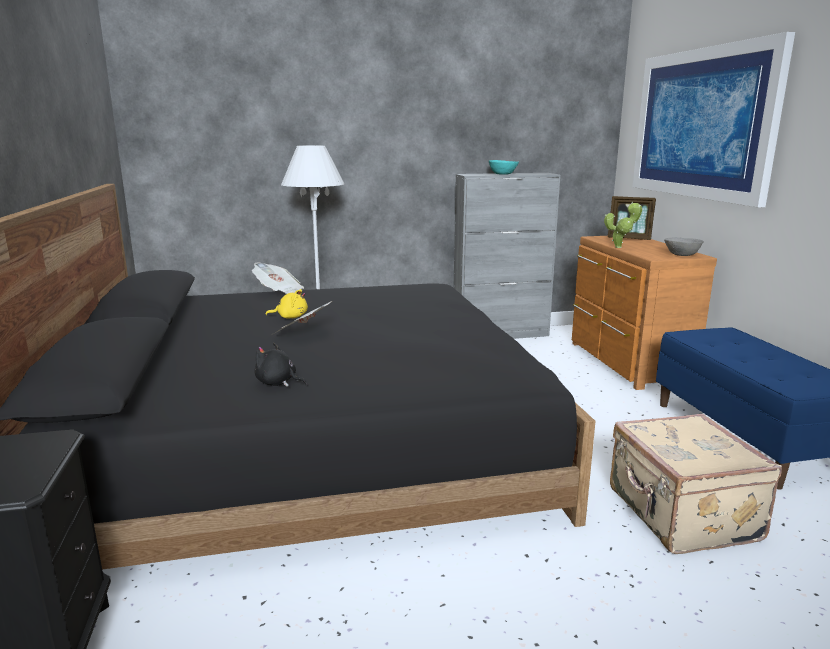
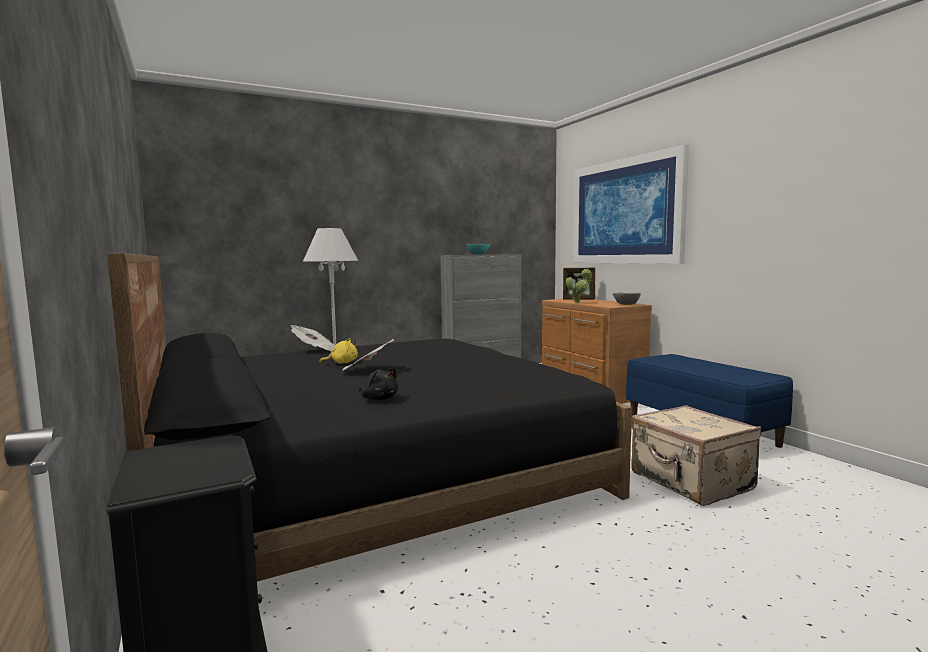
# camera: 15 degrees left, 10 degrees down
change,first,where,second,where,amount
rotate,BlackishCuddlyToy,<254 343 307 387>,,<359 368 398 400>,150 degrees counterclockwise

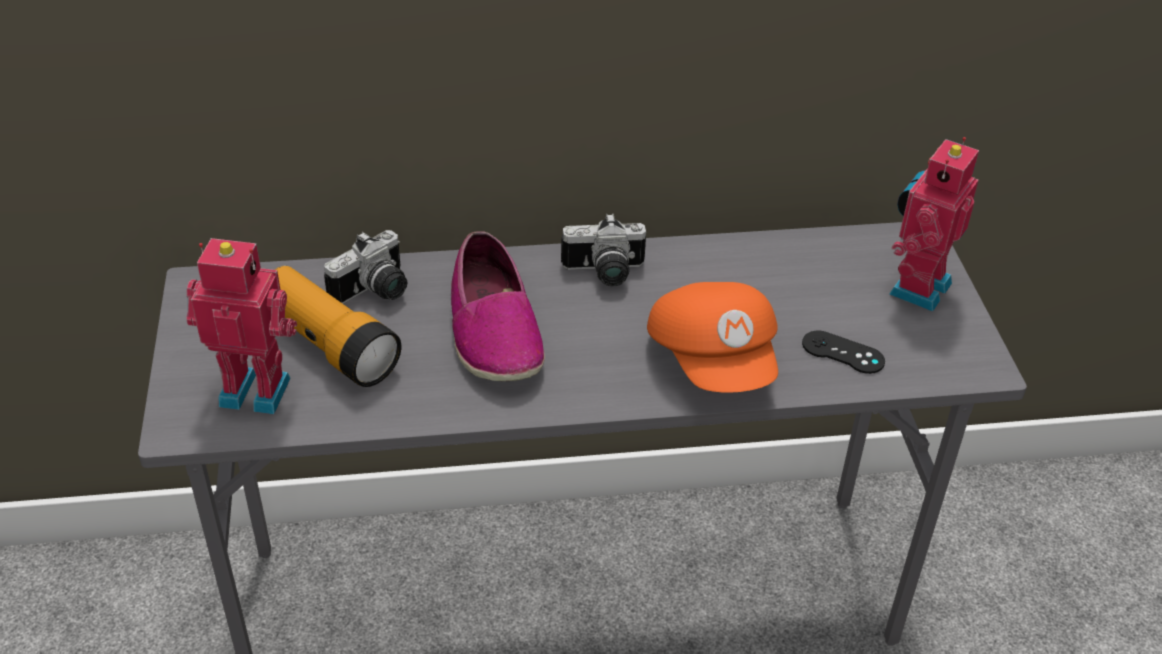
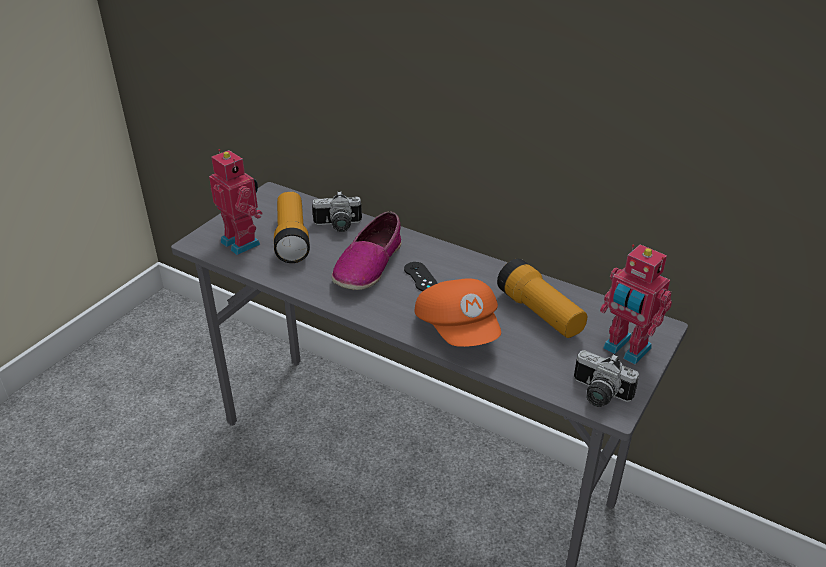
# camera: 40 degrees right, 5 degrees down
change,first,where,second,where,amount
move,BlackishJoypad,<802 331 885 374>,,<404 262 438 291>,
rotate,OrangePeakedCap,<647 282 778 393>,,<415 278 501 347>,45 degrees counterclockwise
insert,,,HandTorch,<497 259 587 338>,
move,PhotoCamera,<561 214 646 287>,,<574 350 639 407>,
rotate,ModelRobot,<889 137 979 311>,,<600 244 672 365>,120 degrees counterclockwise

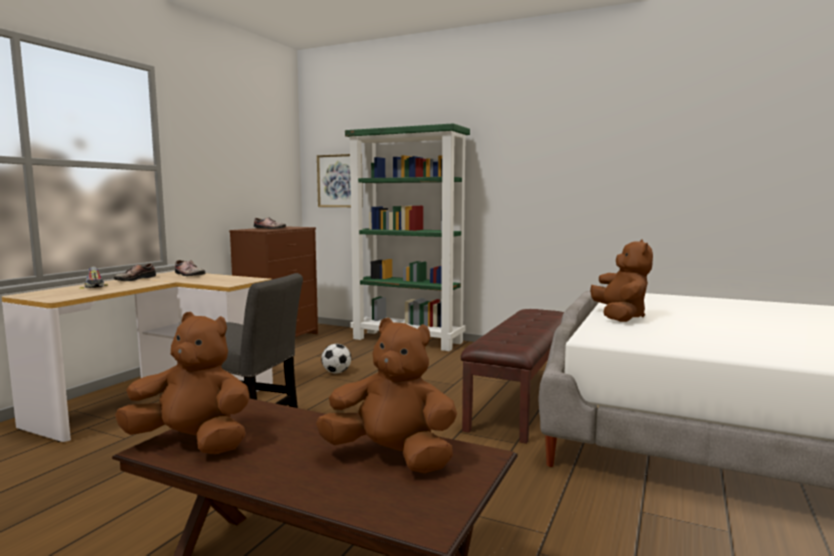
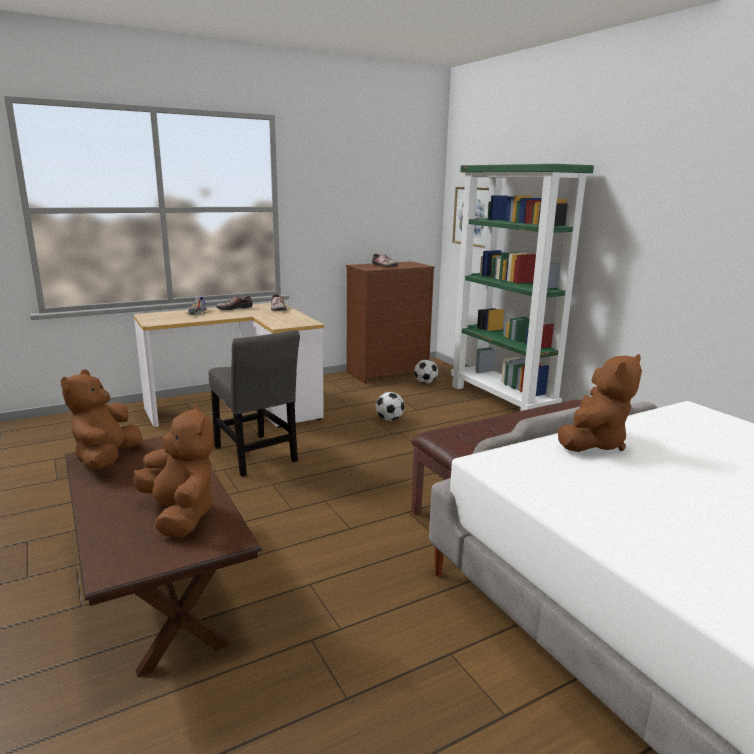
# camera: 35 degrees right, 10 degrees up
change,first,where,second,where,amount
rotate,BrownishCuddlyToy,<115 312 250 454>,,<61 370 143 469>,135 degrees counterclockwise
insert,,,FootballBall,<414 359 438 384>,

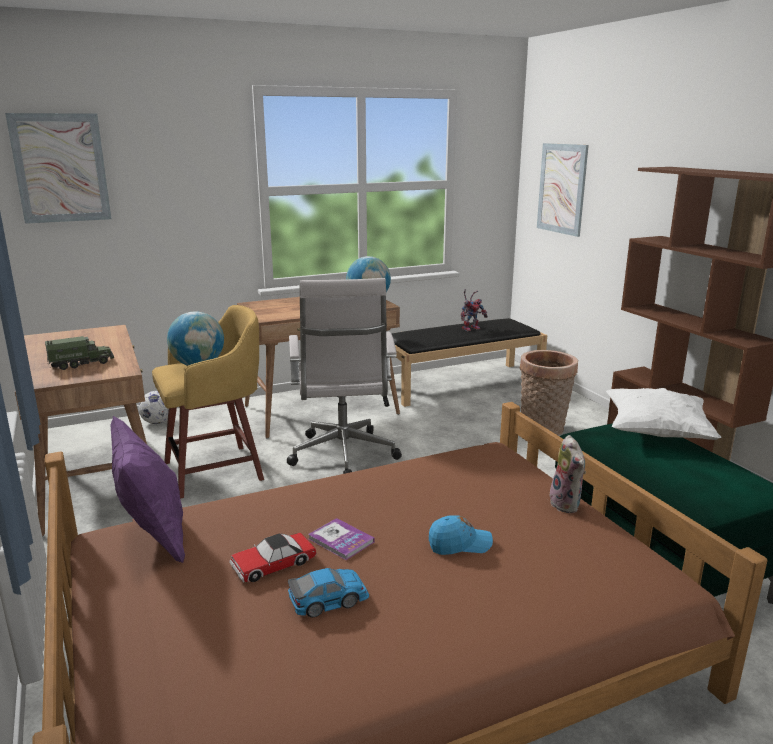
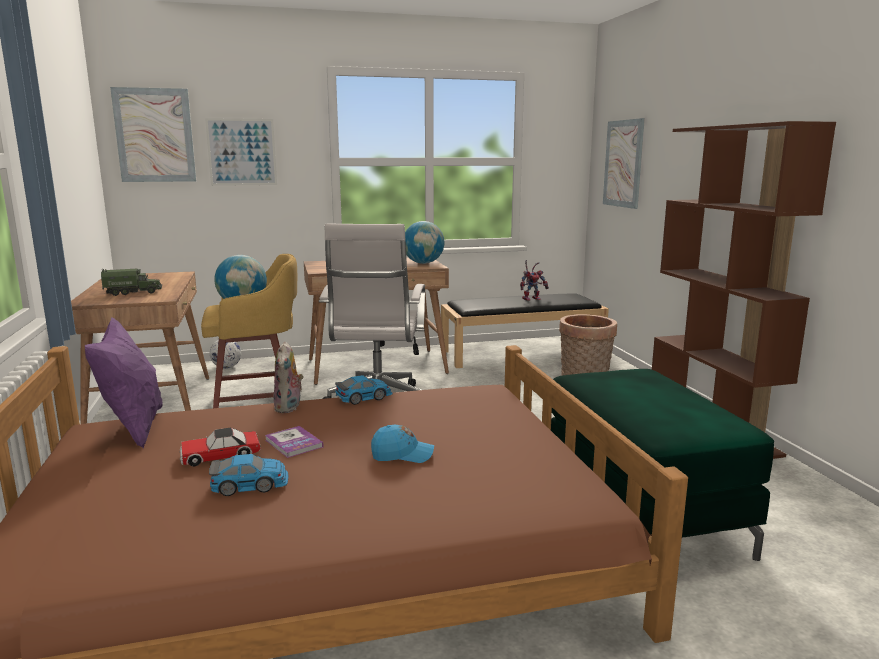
# camera: 10 degrees right, 5 degrees down
change,first,where,second,where,amount
insert,,,WallArt,<205 118 277 186>,
move,CuddlyToy,<550 435 586 513>,,<274 341 304 413>,
insert,,,ModelCar,<335 375 393 405>,
delete,WhiteColouredCushion,<606 388 722 440>,,,

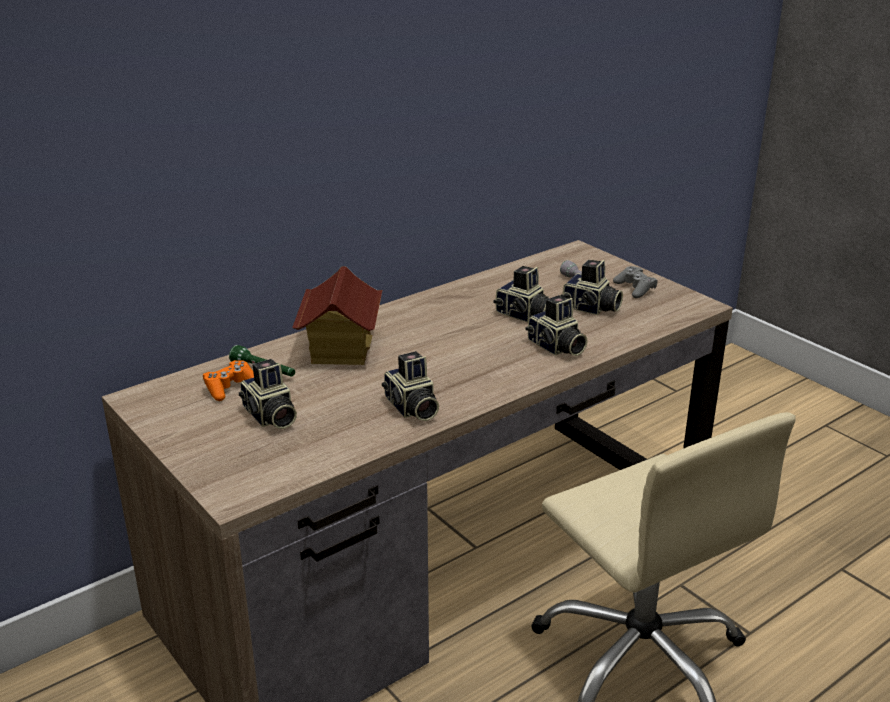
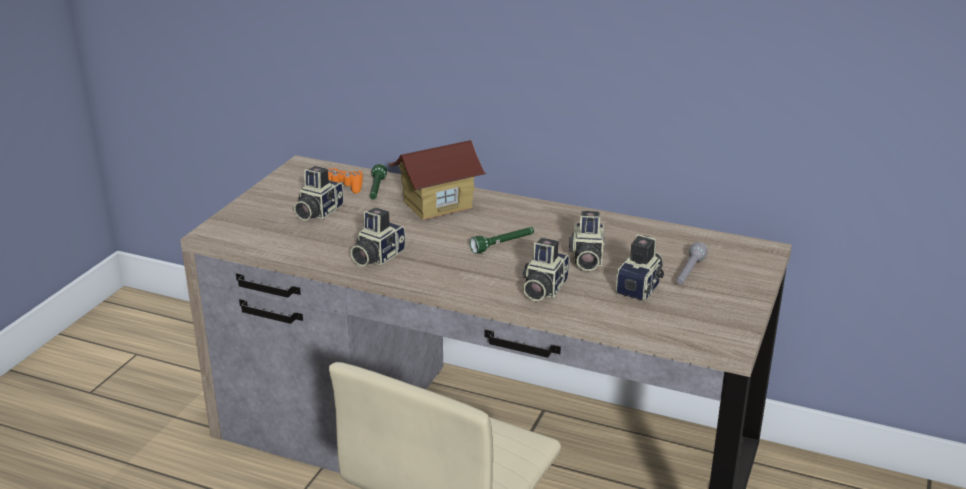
# camera: 60 degrees right, 0 degrees up
change,first,where,second,where,amount
insert,,,GreenHandTorch,<470 227 534 254>,
rotate,PhotoCamera,<561 260 623 315>,,<616 234 664 301>,150 degrees counterclockwise
delete,GreyJoypad,<613 266 657 298>,,,

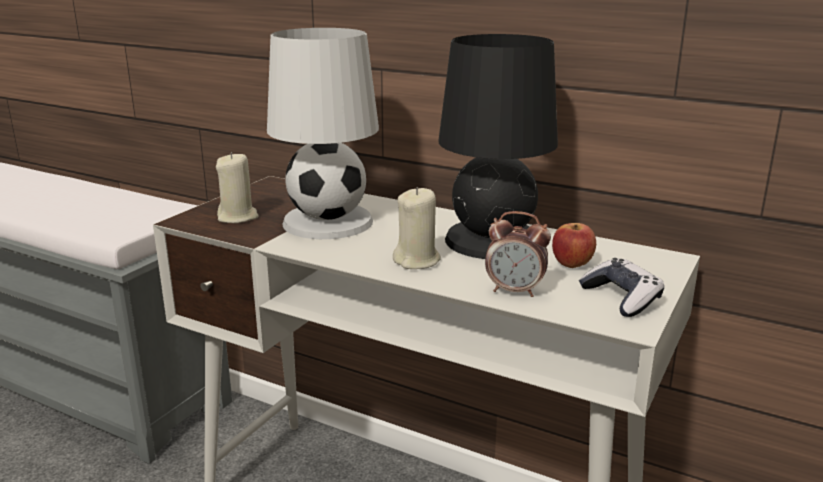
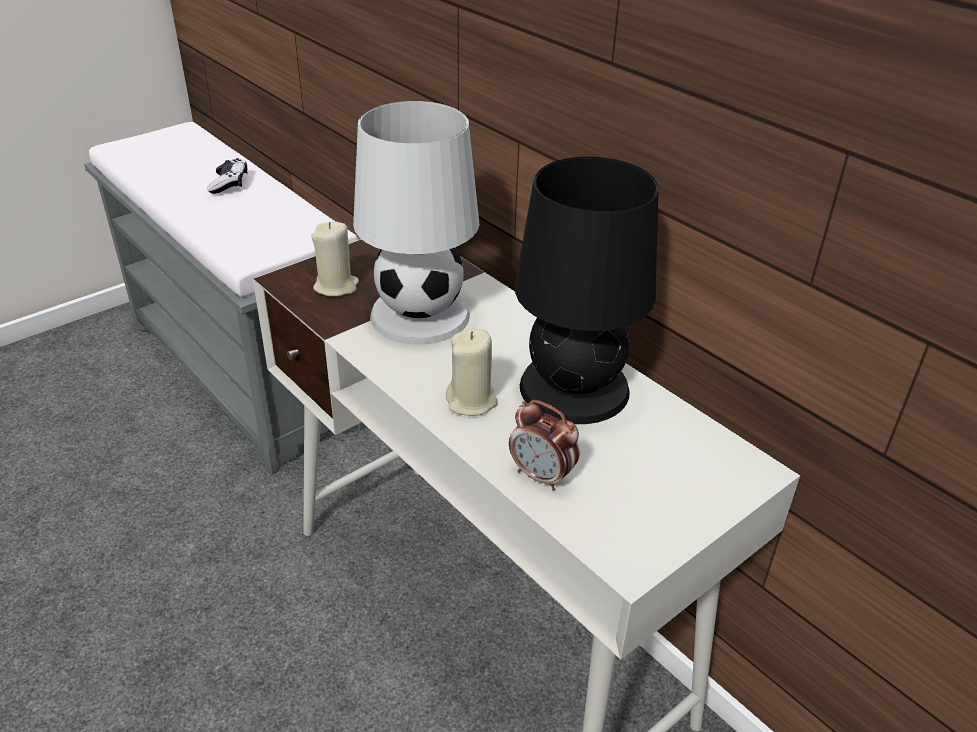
# camera: 20 degrees right, 15 degrees up
change,first,where,second,where,amount
move,Joypad,<579 258 664 317>,,<207 158 247 194>,
delete,WholeApple,<552 223 596 268>,,,

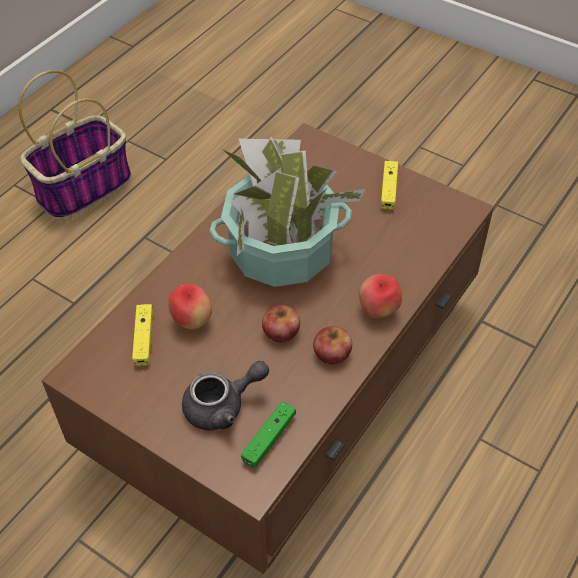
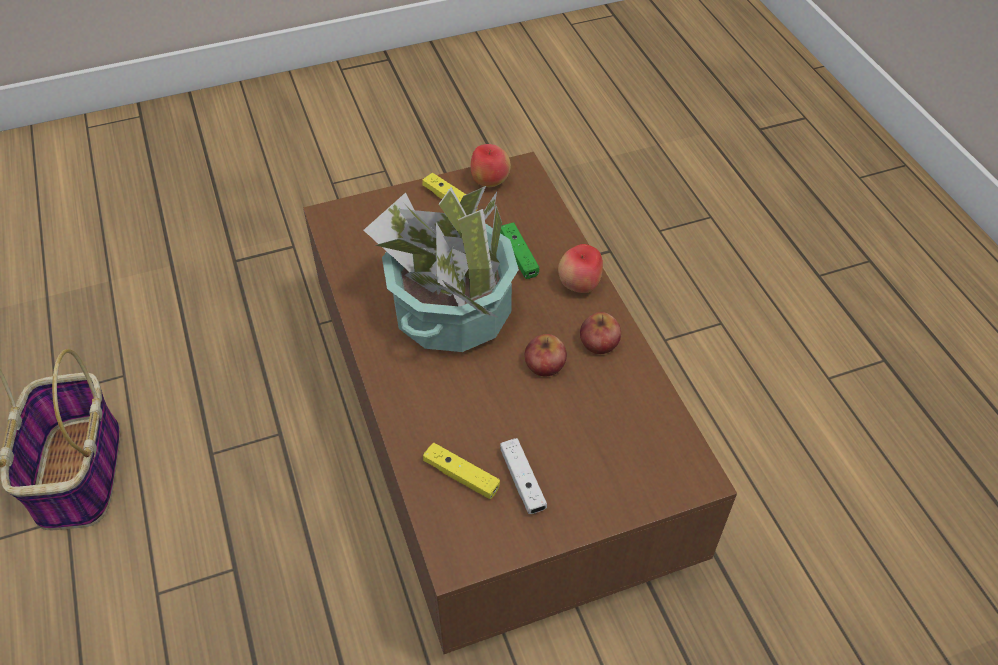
# camera: 55 degrees left, 0 degrees up
change,first,where,second,where,amount
move,WholeApple,<168 283 212 329>,,<471 144 511 187>,
move,GreenJoypad,<241 402 296 468>,,<500 222 539 279>,
insert,,,WhiteColouredJoypad,<500 438 547 514>,
delete,GreyTeaPot,<182 361 269 430>,,,

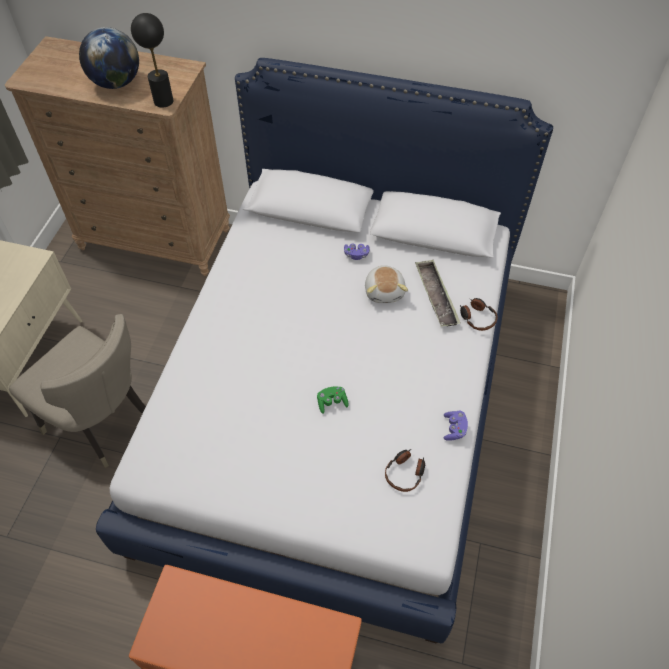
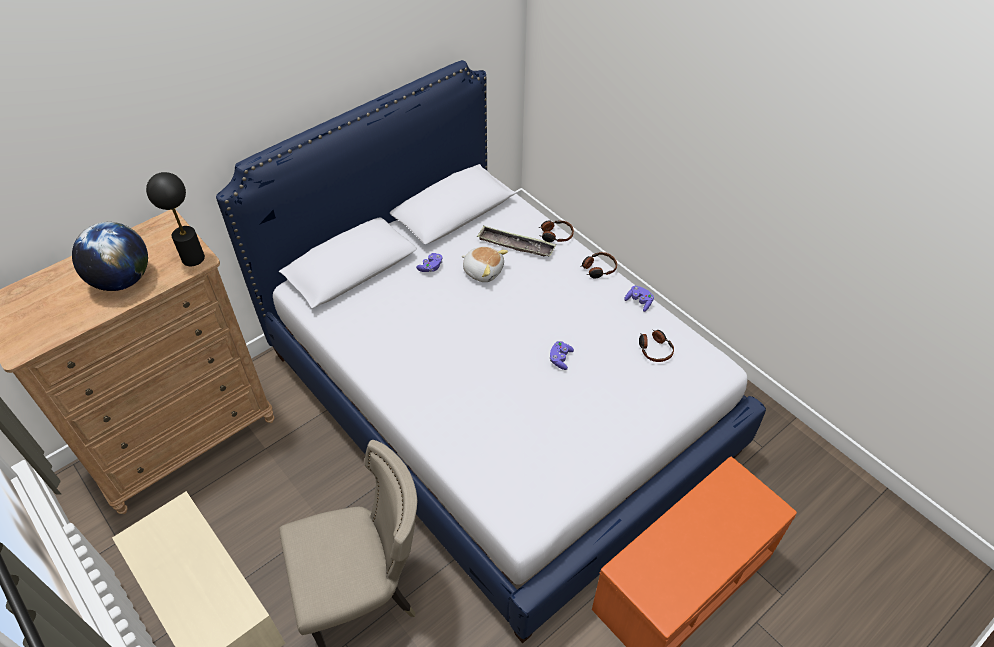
# camera: 55 degrees left, 5 degrees down
change,first,where,second,where,amount
recolor,GreenJoypad,<317 387 349 414>,PurpleColouredJoypad,<549 341 574 370>,
insert,,,Headset,<581 252 617 278>,

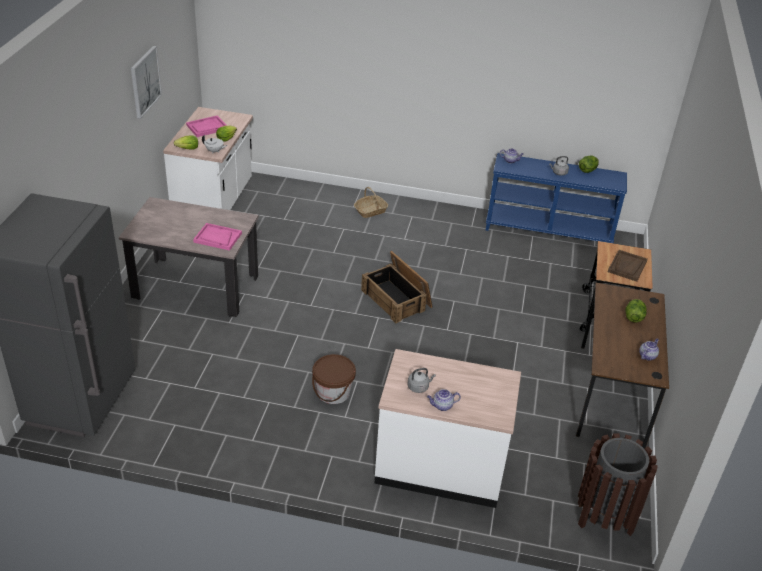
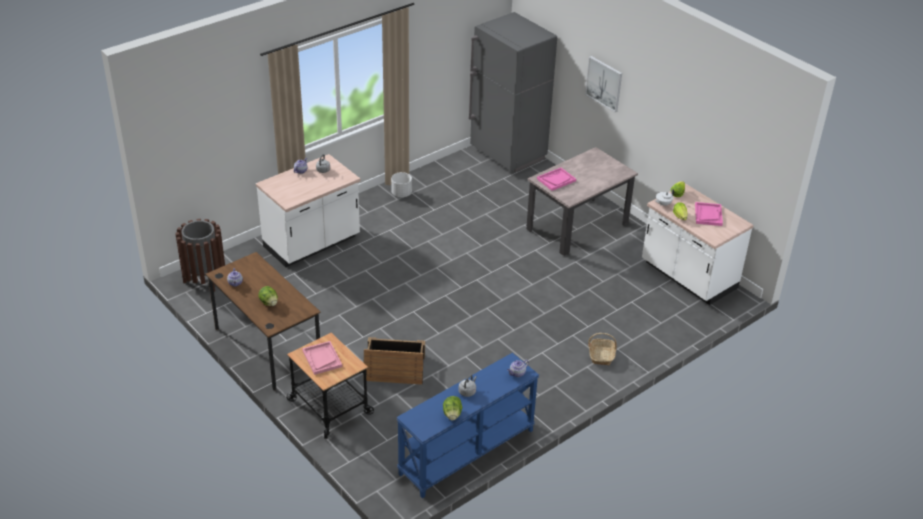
# camera: 130 degrees right, 0 degrees up
change,first,where,second,where,amount
recolor,BrownishTray,<608 250 648 282>,PinkishTray,<302 341 342 375>,
move,Crate,<361 251 433 323>,,<363 337 425 385>,
insert,,,WhiteColouredPlantPot,<391 172 412 197>,
move,WallArt,<131 46 162 119>,,<585 56 622 112>,
delete,BrownishWaterBucket,<312 354 356 404>,,,

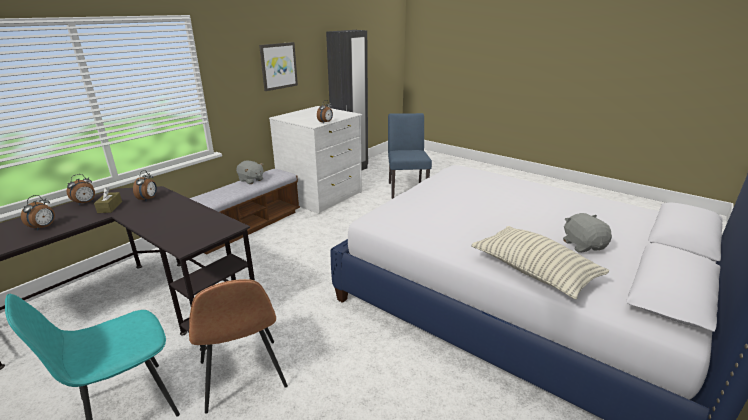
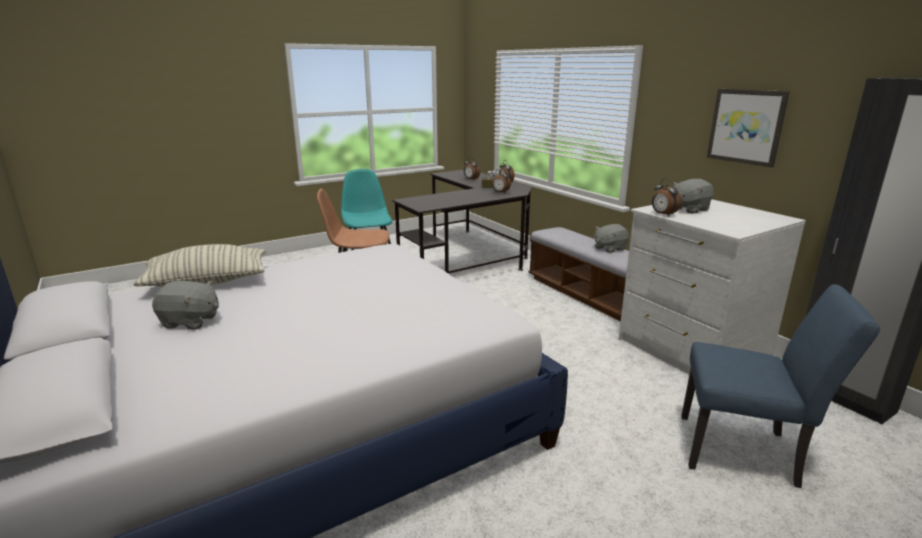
# camera: 110 degrees right, 5 degrees down
change,first,where,second,where,amount
insert,,,GreyCuddlyToy,<671 179 714 214>,

